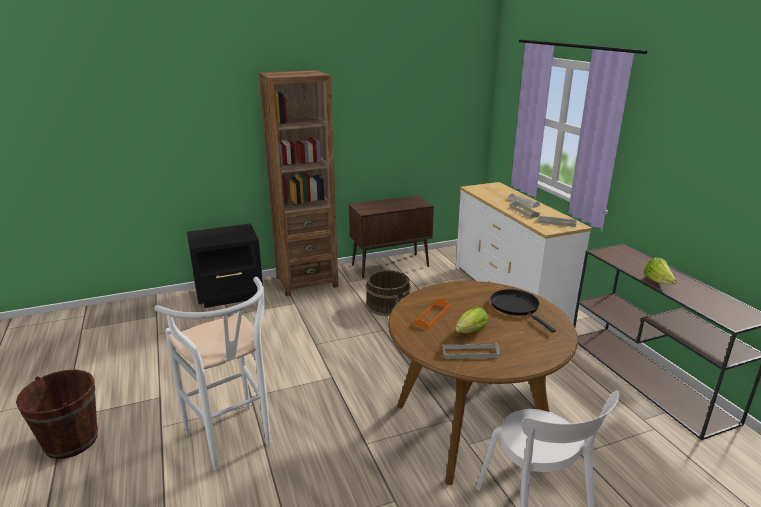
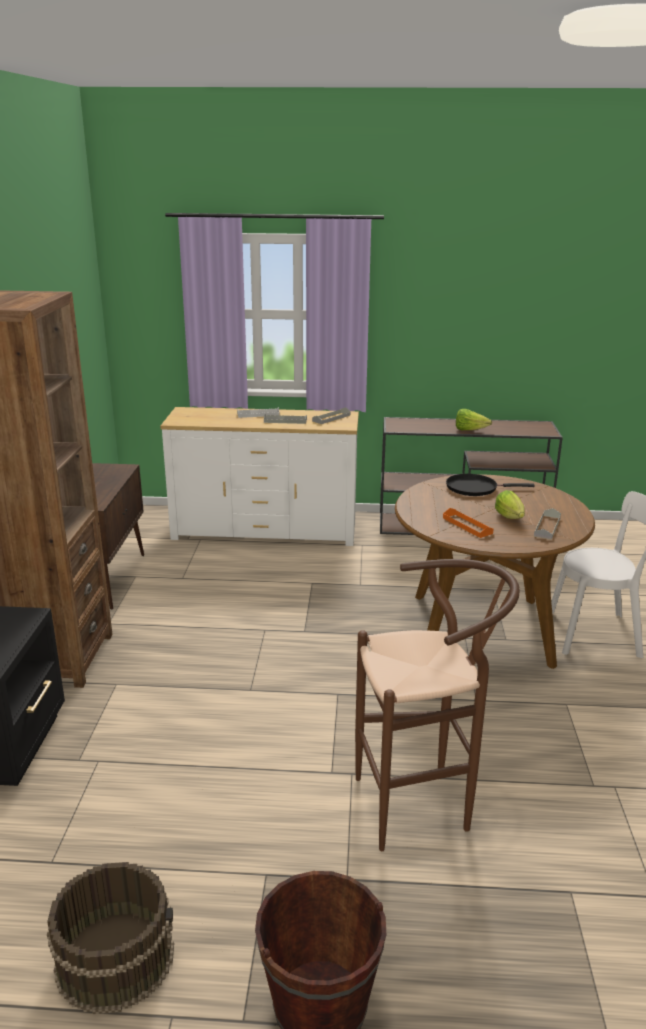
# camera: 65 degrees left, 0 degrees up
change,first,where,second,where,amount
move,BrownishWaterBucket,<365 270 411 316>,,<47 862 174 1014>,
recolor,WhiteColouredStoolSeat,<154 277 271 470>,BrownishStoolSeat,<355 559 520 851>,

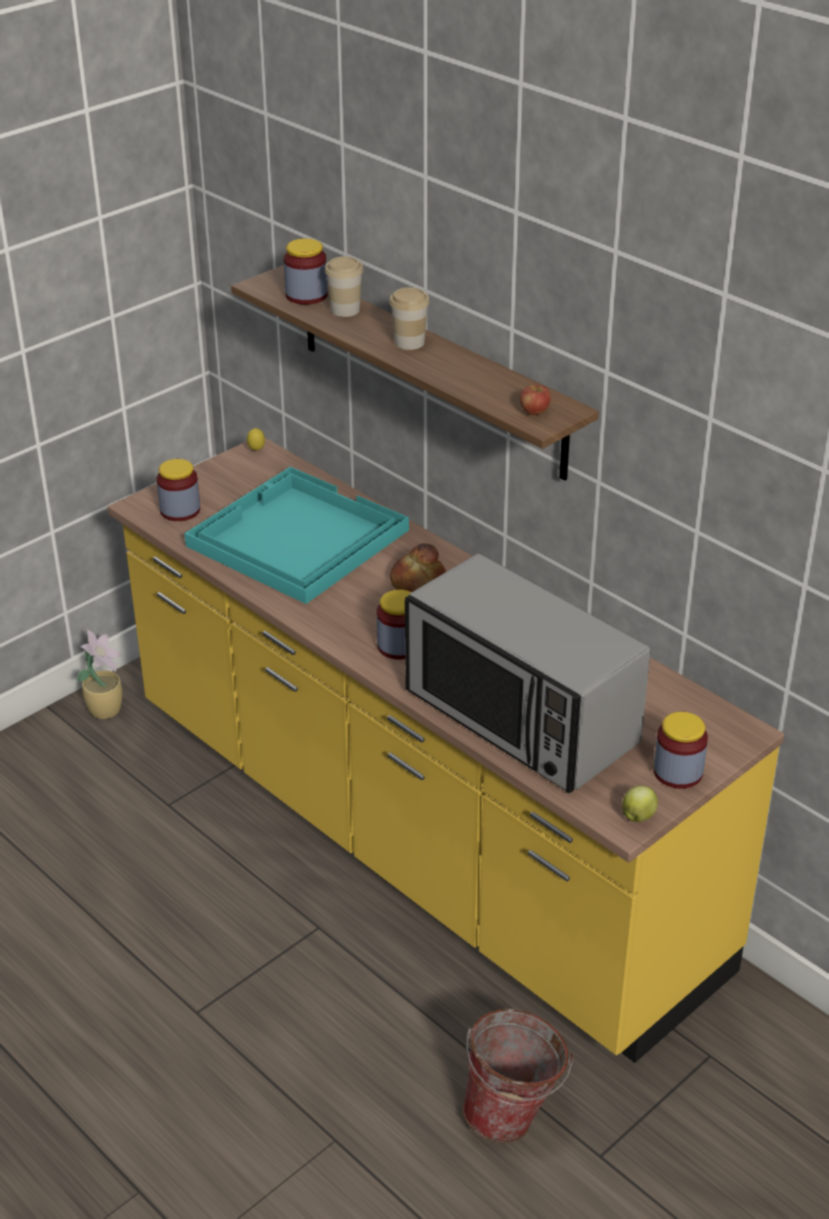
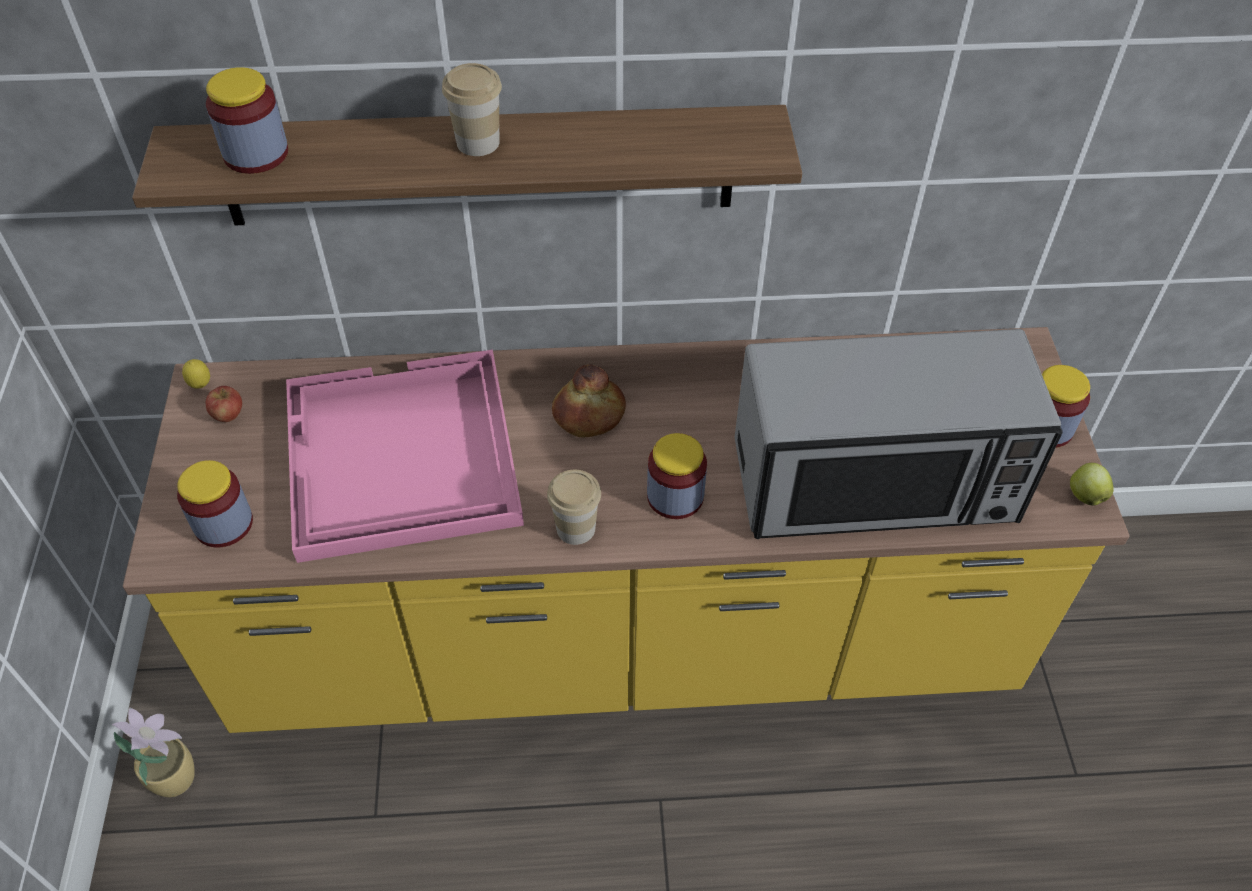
# camera: 50 degrees left, 15 degrees up
change,first,where,second,where,amount
move,WholeApple,<520 384 551 415>,,<206 386 242 422>,
recolor,TurquoiseTray,<184 467 409 604>,PinkishTray,<286 350 524 563>,
move,DrinkingCup,<325 256 364 317>,,<547 470 601 545>,
delete,WaterBucket,<463 1009 573 1143>,,,

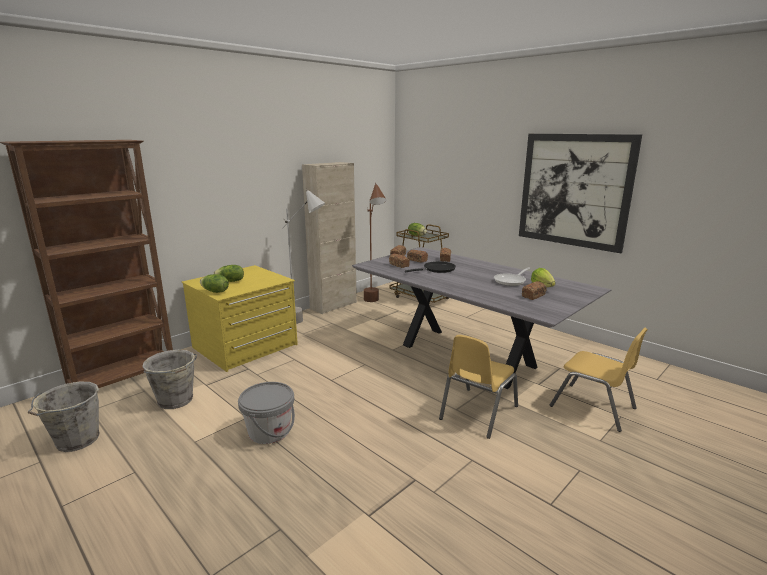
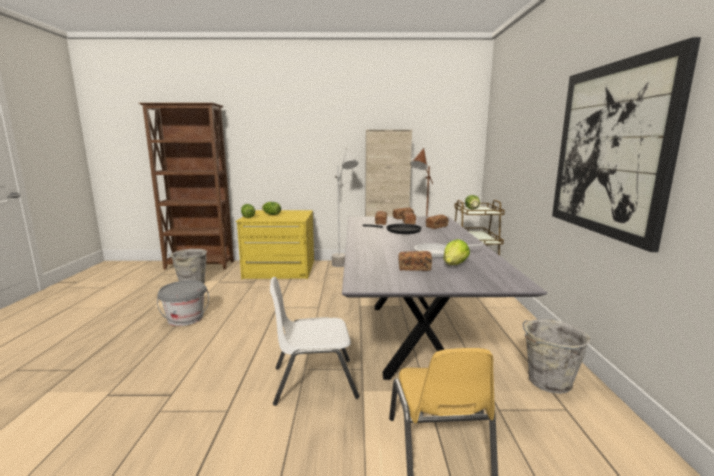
# camera: 45 degrees right, 5 degrees down
change,first,where,second,where,amount
recolor,YellowUprightChair,<439 335 518 439>,WhiteColouredUprightChair,<270 277 359 406>,
move,GreyWaterBucket,<28 381 99 452>,,<522 319 590 394>,

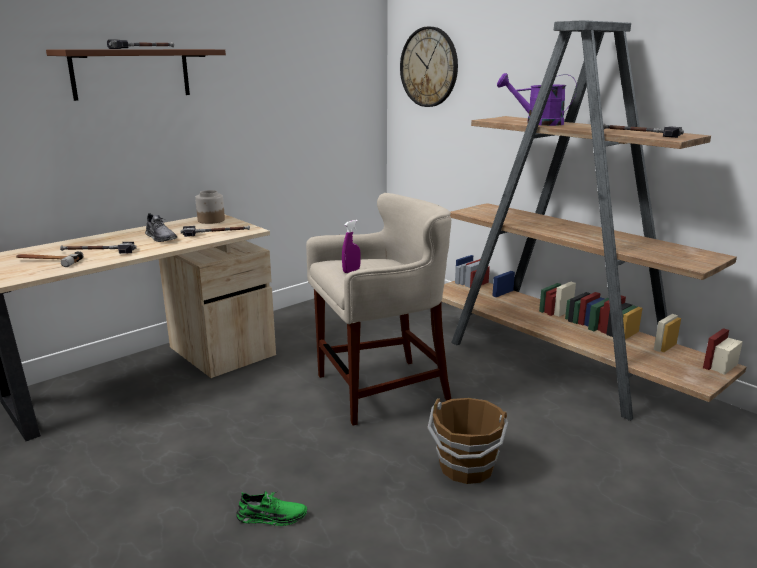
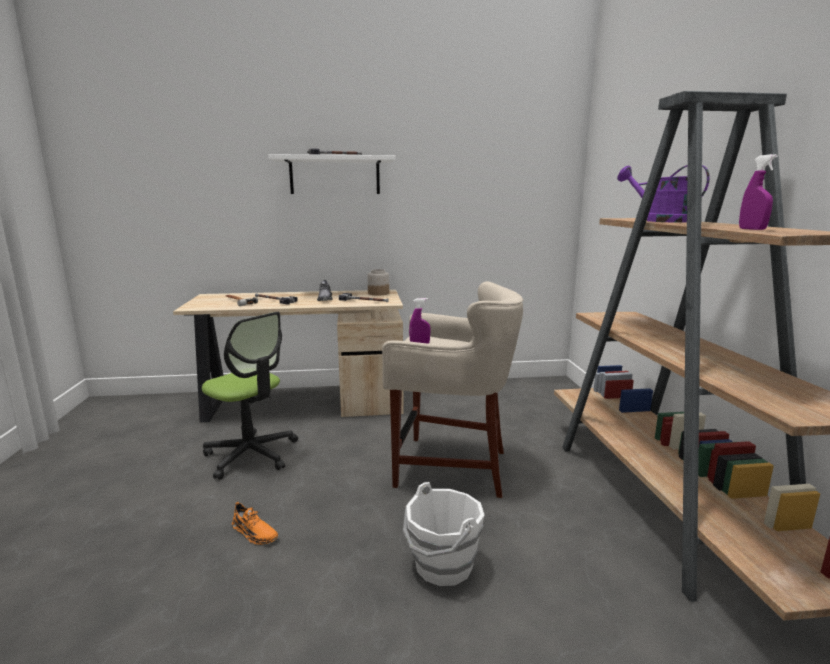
# camera: 35 degrees right, 5 degrees down
change,first,where,second,where,amount
insert,,,OfficeChair,<202 312 298 480>,
recolor,GreenShoe,<236 491 307 526>,OrangeShoe,<232 502 278 545>,
recolor,BrownishWallShelf,<46 49 226 101>,WhiteColouredWallShelf,<268 154 395 194>,
recolor,BrownishWaterBucket,<427 398 508 484>,WhiteColouredWaterBucket,<403 482 484 586>,
replace,HandHammer,<603 124 684 138>,PurpleColouredSprayBottle,<739 154 778 230>,
delete,WallClock,<400 26 458 107>,,,

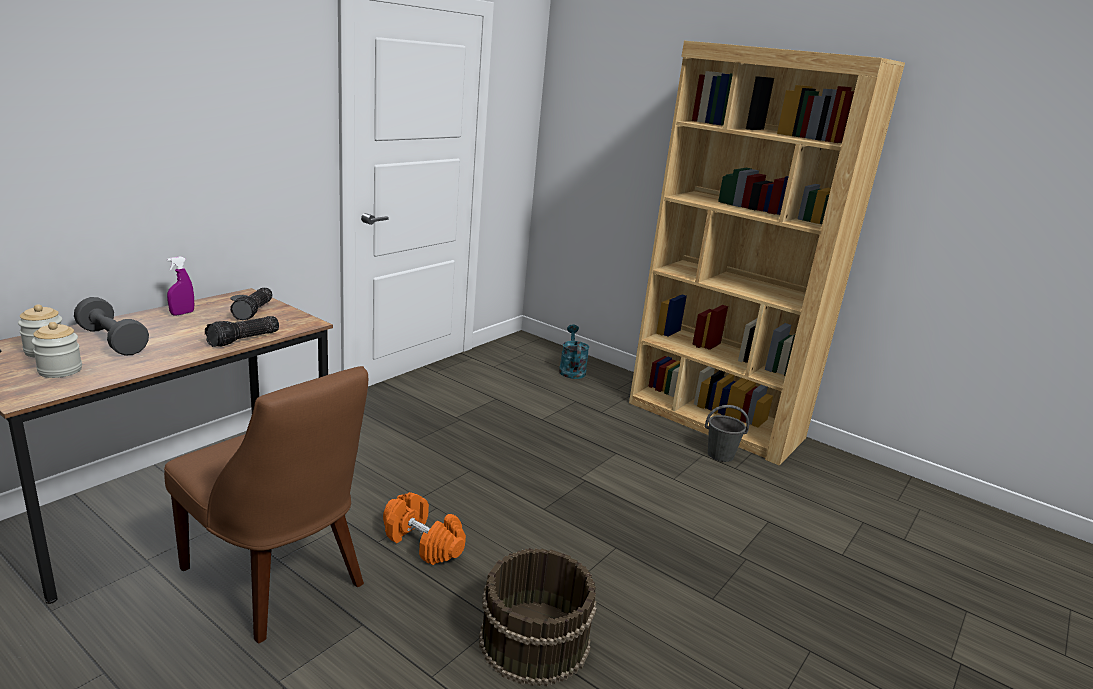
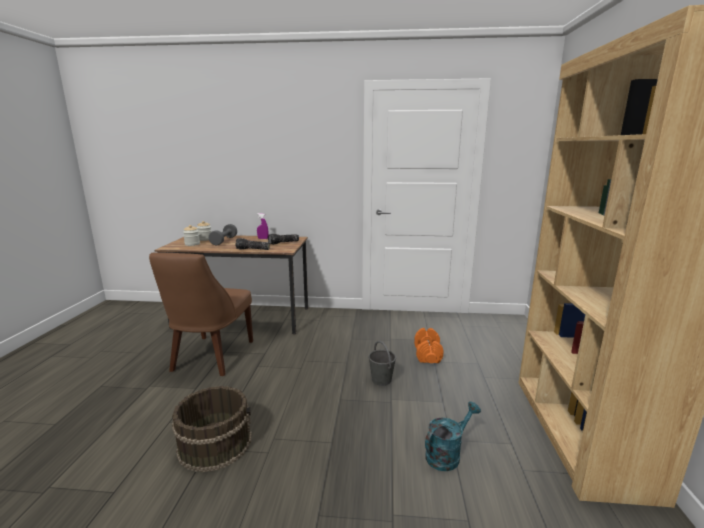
# camera: 60 degrees right, 5 degrees down
change,first,where,second,where,amount
move,GreyWaterBucket,<705 405 749 462>,,<368 341 396 386>,
move,OrangeFreeWeight,<383 492 466 565>,,<414 328 444 363>,
move,TurquoiseWateringPot,<559 324 589 379>,,<425 402 481 471>,

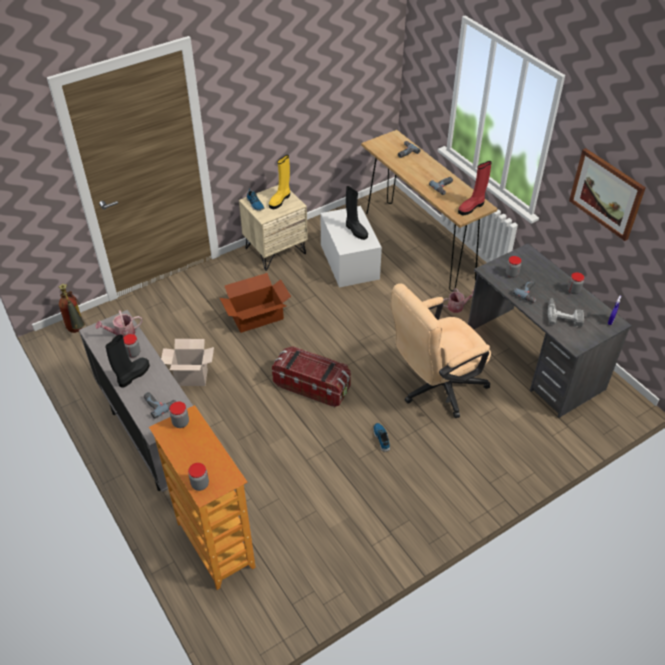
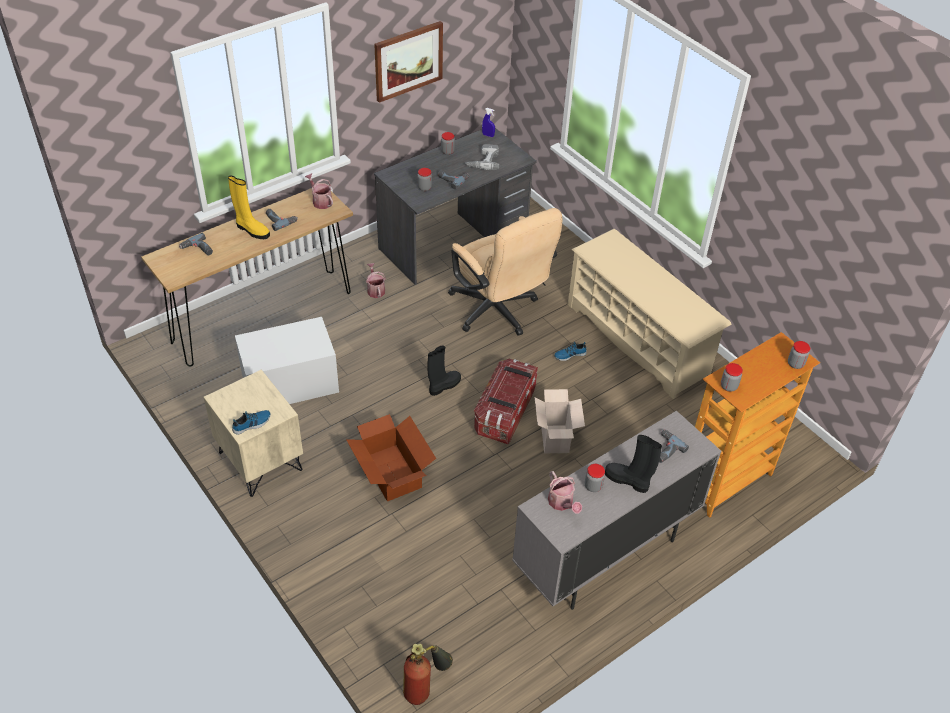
# camera: 95 degrees left, 0 degrees up
change,first,where,second,where,amount
move,YellowHighTopBoot,<269 155 290 209>,,<228 176 270 239>,
replace,RedHighTopBoot,<458 161 492 215>,WateringPot,<305 173 333 209>,
move,BlackishHighTopBoot,<346 186 368 240>,,<427 346 461 396>,
move,PackingBox,<161 339 214 386>,,<535 389 585 453>,
insert,,,BeigeColouredShoeStand,<568 229 732 399>,

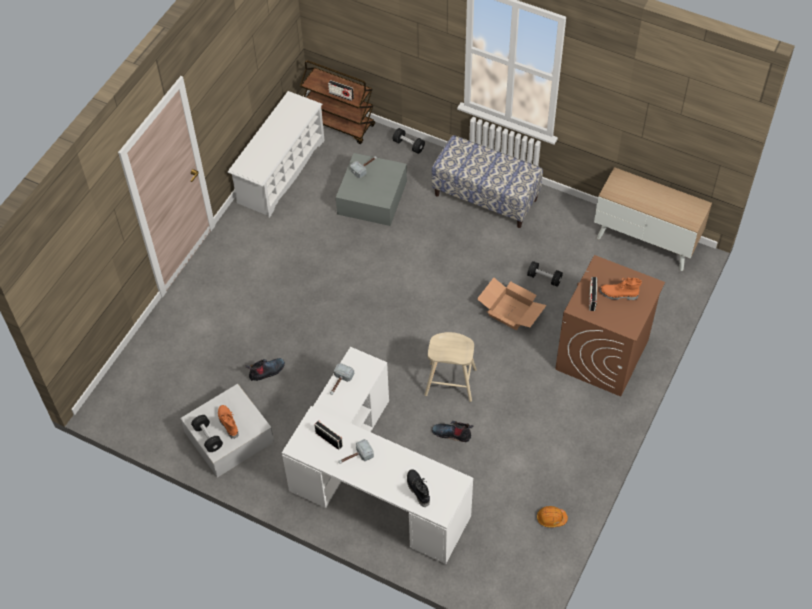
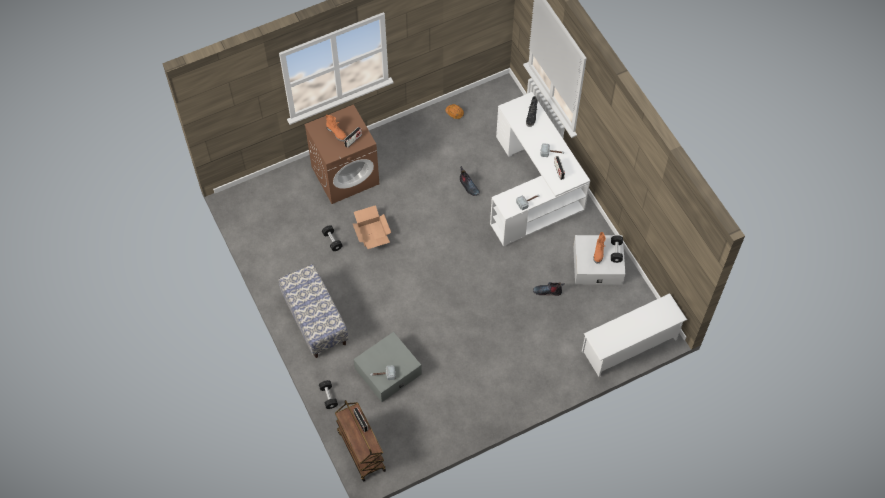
# camera: 145 degrees left, 5 degrees up
change,first,where,second,where,amount
move,WhiteColouredShoeStand,<228 91 325 218>,,<582 293 687 377>,
delete,BeigeColouredStoolSeat,<425 332 477 402>,,,
delete,Cupboard,<594 167 712 271>,,,

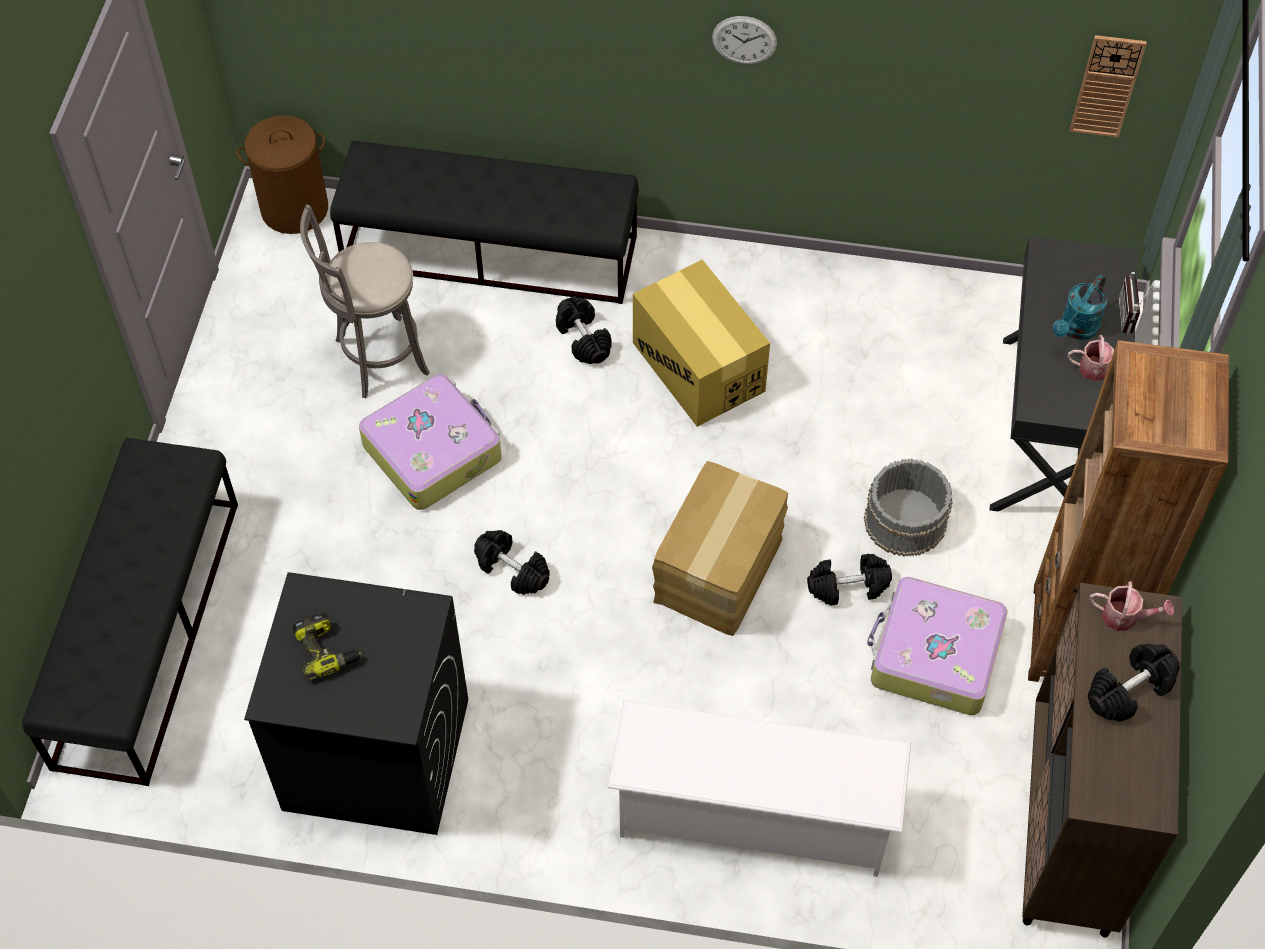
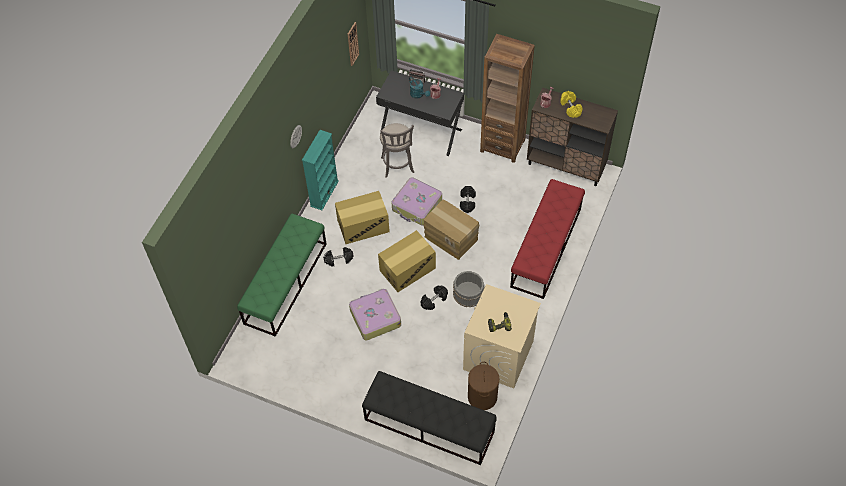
# camera: 75 degrees left, 0 degrees up
change,first,where,second,where,amount
recolor,BlackishLongSeat,<330 141 639 304>,GreenLongSeat,<237 214 327 337>,
insert,,,TurquoiseBookshelf,<302 130 339 210>,
insert,,,PackingBox,<378 230 436 292>,
move,GreyStoolSeat,<300 204 430 398>,,<380 123 414 178>,
move,Suitcase,<867 577 1007 715>,,<392 177 442 225>,
move,GreyWaterBucket,<864 458 953 557>,,<453 271 485 307>,
recolor,BlackishWashingMachine,<244 572 468 835>,BeigeColouredWashingMachine,<463 284 541 388>,
move,BrownishLaundryBasket,<237 115 328 234>,,<468 362 500 410>,
replace,WhiteColouredShoeStand,<608 700 911 877>,RedLongSeat,<510 179 585 299>,
recolor,BlackishFreeWeight,<1088 644 1180 722>,YellowFreeWeight,<560 91 583 118>,

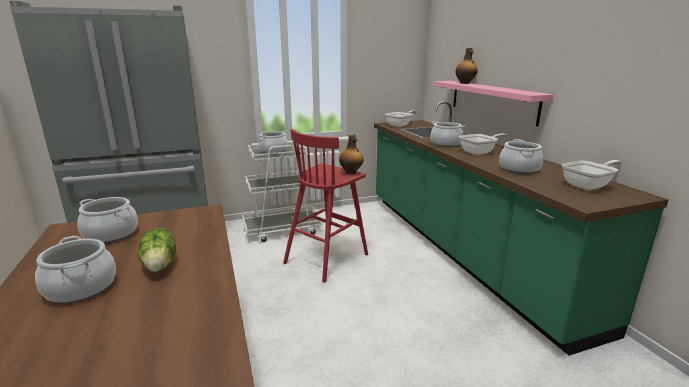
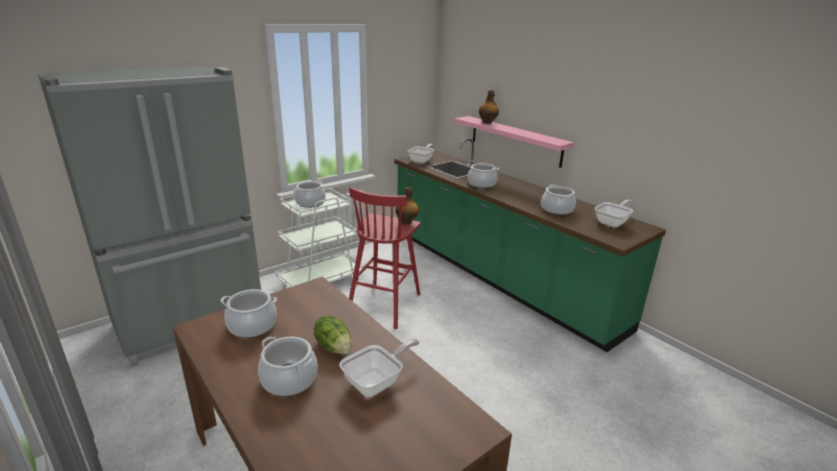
# camera: 20 degrees left, 5 degrees up
change,first,where,second,where,amount
move,Pan,<459 134 508 155>,,<340 339 419 397>,

